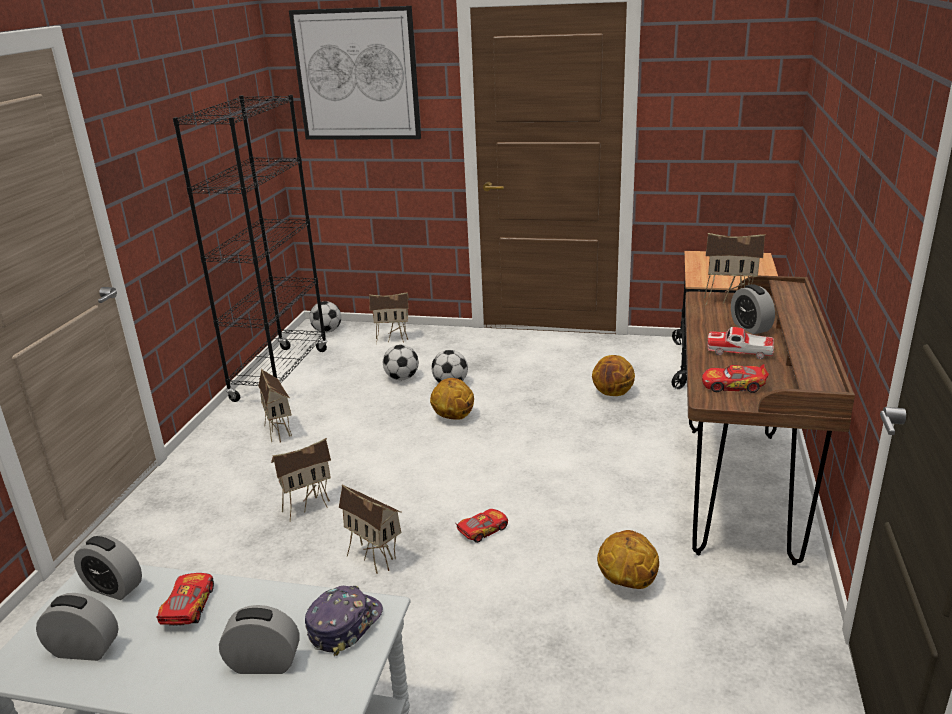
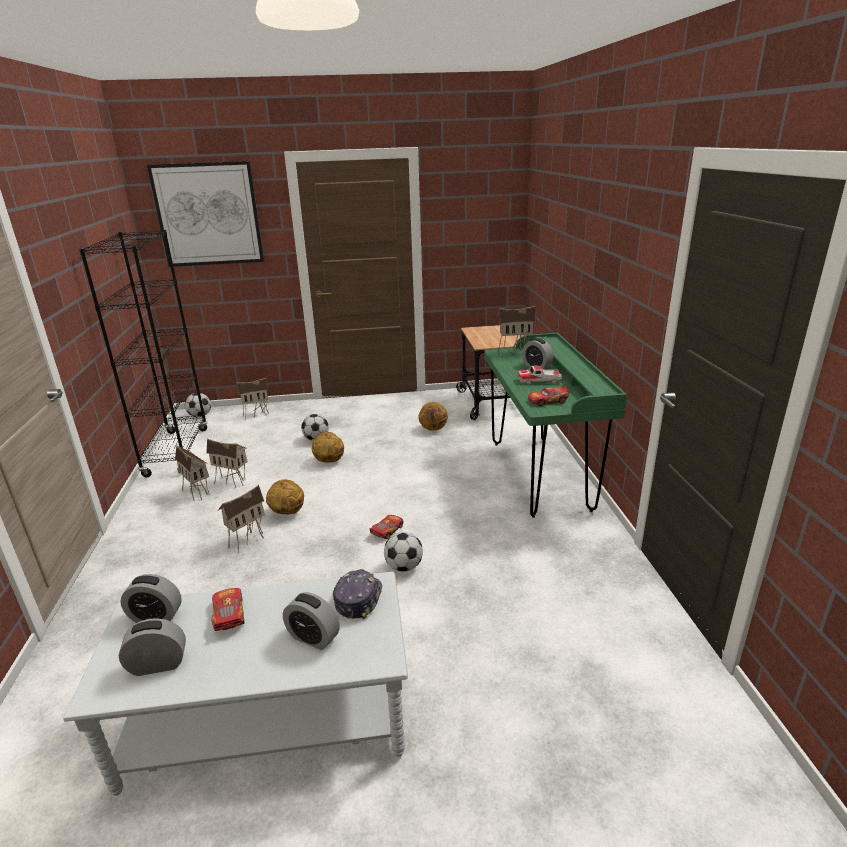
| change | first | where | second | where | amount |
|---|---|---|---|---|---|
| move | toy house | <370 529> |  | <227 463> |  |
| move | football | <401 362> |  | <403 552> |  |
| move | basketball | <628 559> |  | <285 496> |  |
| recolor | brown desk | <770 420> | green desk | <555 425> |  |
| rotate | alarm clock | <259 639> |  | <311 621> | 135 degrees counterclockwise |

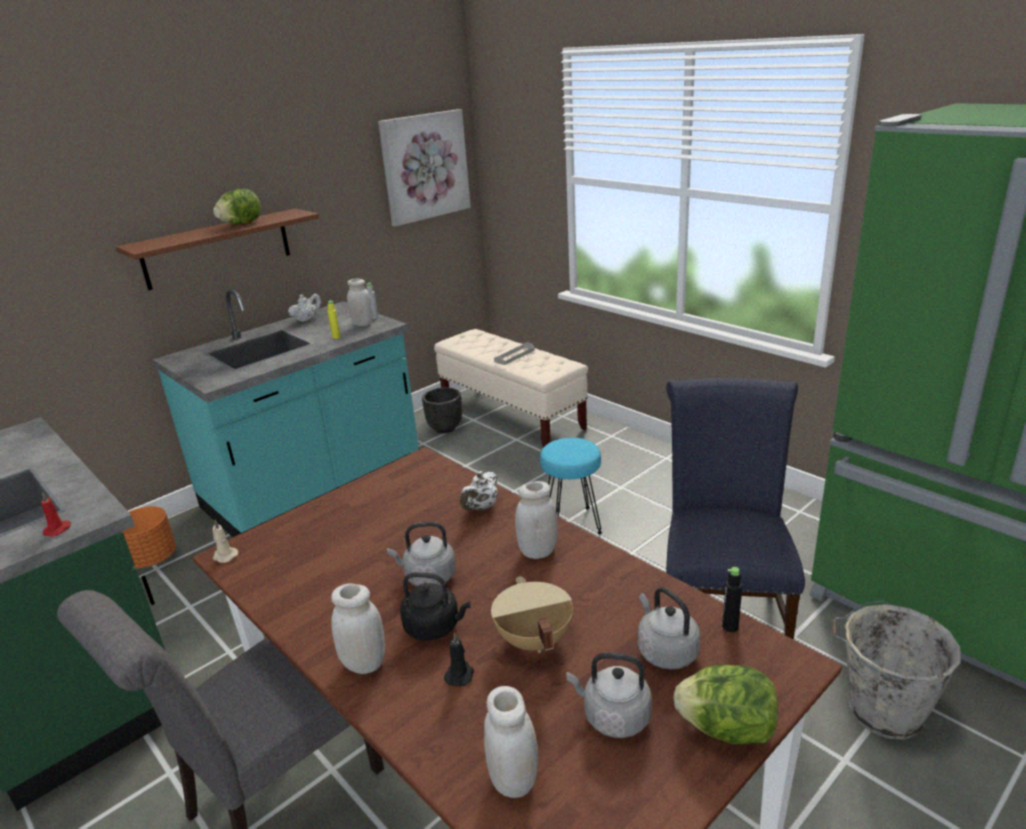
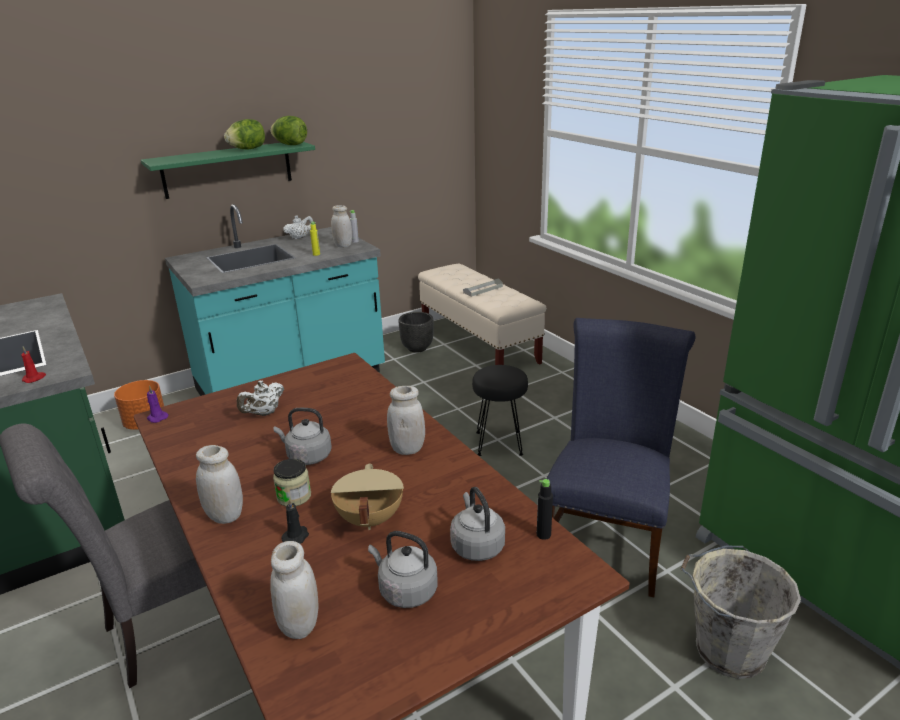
| change | first | where | second | where | amount |
|---|---|---|---|---|---|
| delete | picture | <424 168> |  |  |  |
| move | white teapot | <479 491> |  | <260 398> |  |
| move | lettuce | <725 704> |  | <288 130> |  |
| replace | black kettle | <435 606> | jar | <292 483> |  |
| recolor | brown shelf | <217 249> | green shelf | <228 170> |  |
| recolor | beige candle | <225 541> | purple candle | <157 404> |  |
| recolor | turquoise stool | <571 486> | black stool | <500 410> |  |

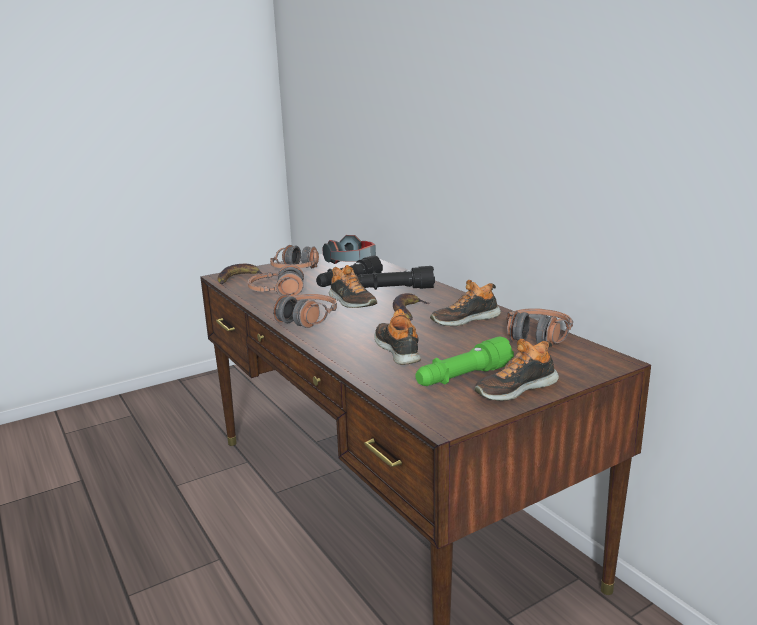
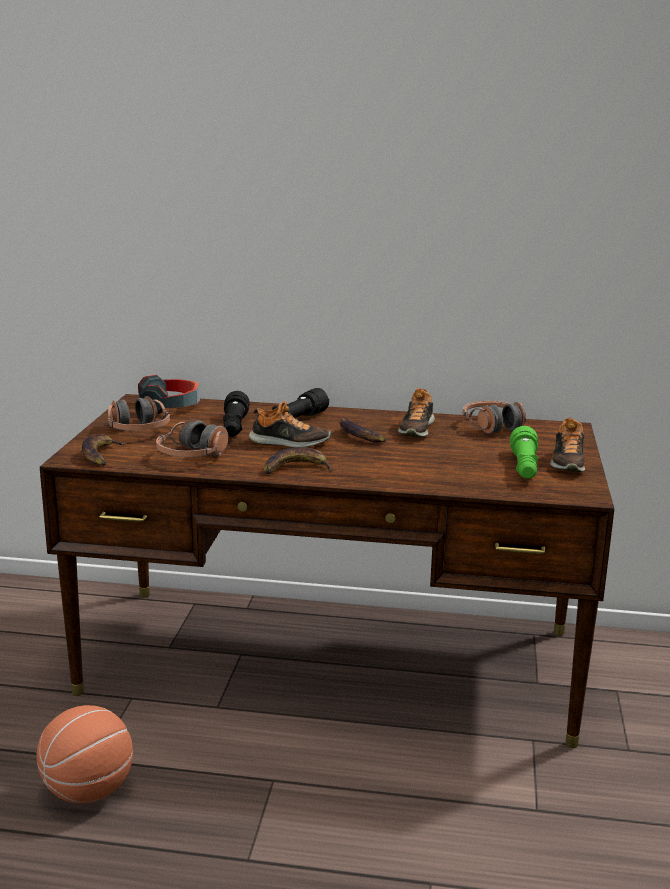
| change | first | where | second | where | amount |
|---|---|---|---|---|---|
| delete | shoe | <398 337> |  |  |  |
| insert |  |  | basketball | <85 754> |  |
| replace | headphones | <305 311> | banana | <298 460> |  |

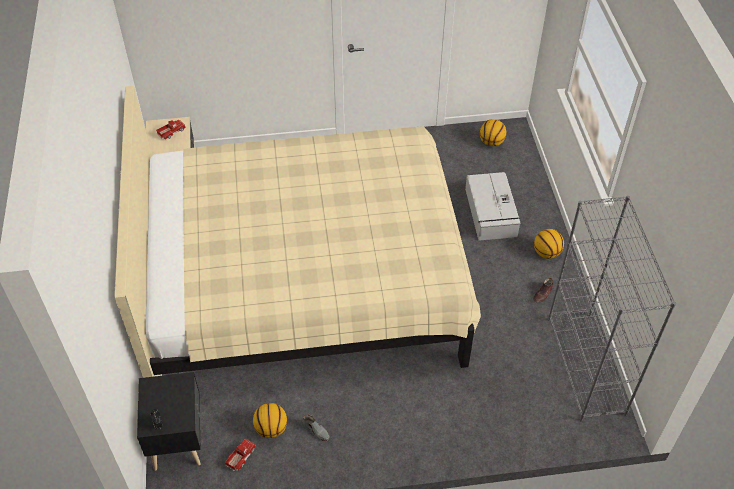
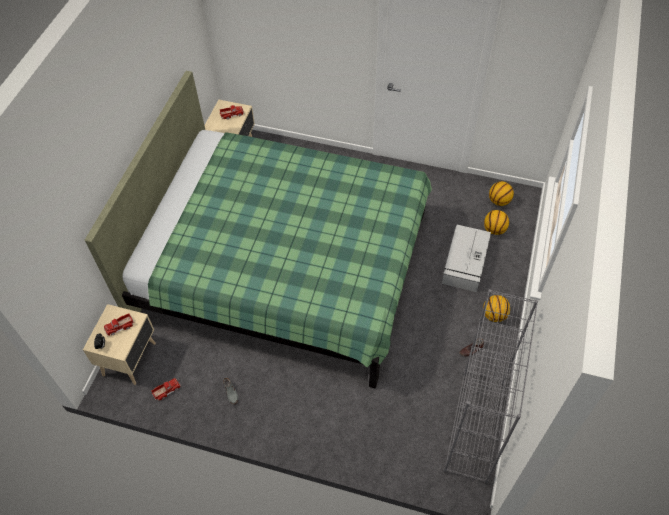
| change | first | where | second | where | amount |
|---|---|---|---|---|---|
| insert |  |  | toy truck | <119 324> |  |
| move | basketball | <270 420> |  | <496 222> |  |
| recolor | beige bed | <297 232> | green bed | <258 229> |  |
| recolor | black nightstand | <169 421> | beige nightstand | <119 344> |  |

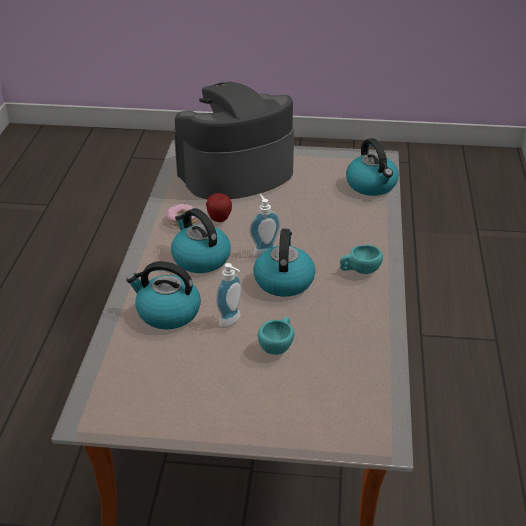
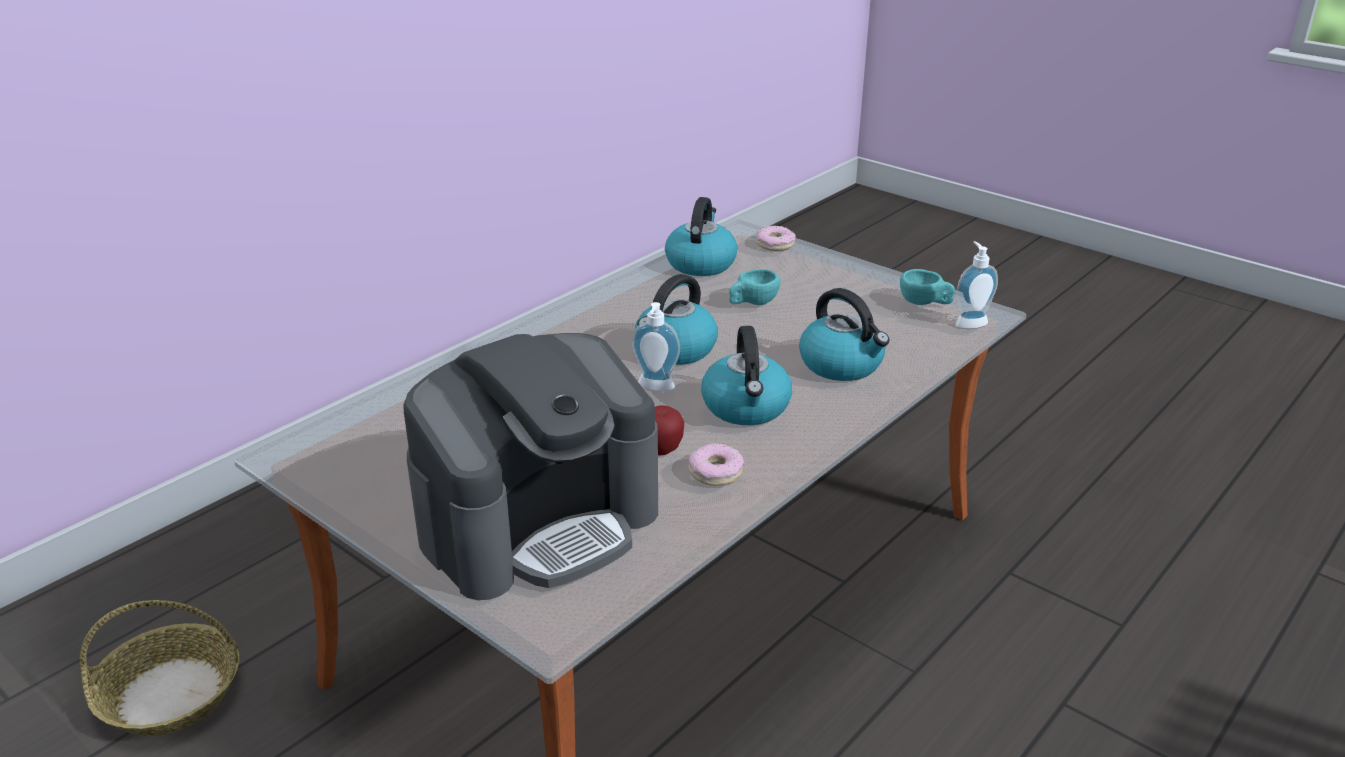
| change | first | where | second | where | amount |
|---|---|---|---|---|---|
| insert |  |  | basket | <160 668> |  |
| insert |  |  | donut | <776 238> |  |
| move | soap dispenser | <229 295> |  | <977 285> |  |
| move | turquoise cup | <361 259> |  | <927 287> |  |
| move | kettle | <372 167> |  | <701 236> |  |
| rotate | coffee machine | <234 140> |  | <531 466> | 45 degrees counterclockwise |

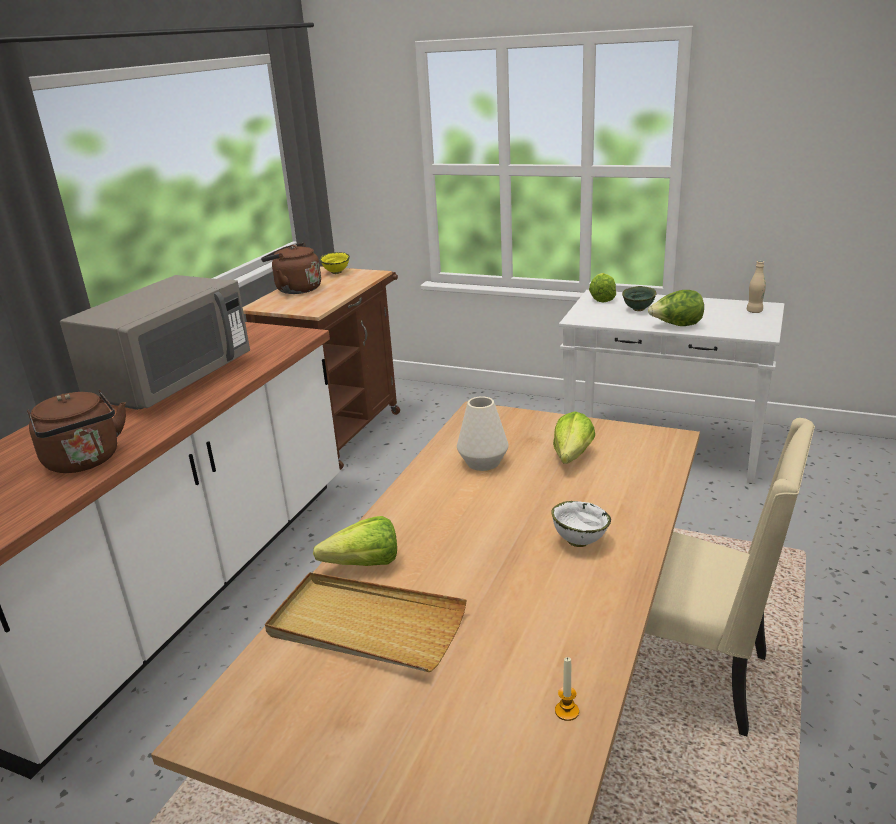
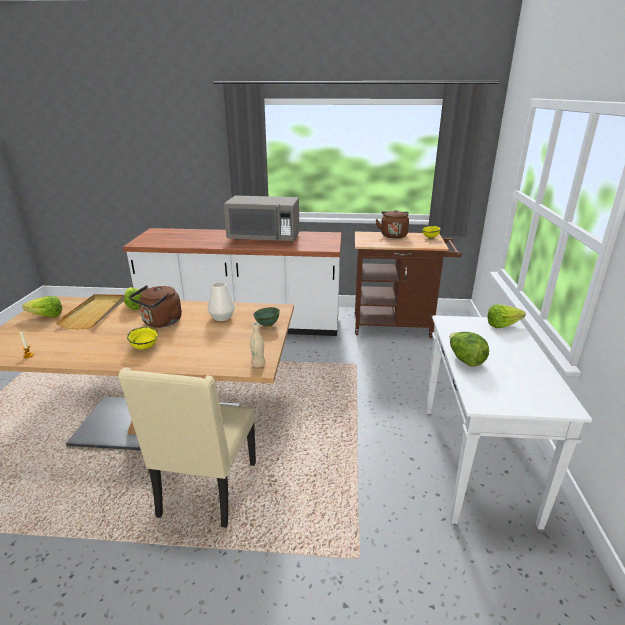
| change | first | where | second | where | amount |
|---|---|---|---|---|---|
| move | brown kettle | <76 431> |  | <155 306> |  |
| move | lettuce | <574 437> |  | <42 307> |  |
| move | green bowl | <639 298> |  | <266 317> |  |
| move | beige bottle | <756 287> |  | <257 344> |  |
| recolor | white bowl | <581 524> | yellow bowl | <142 338> |  |

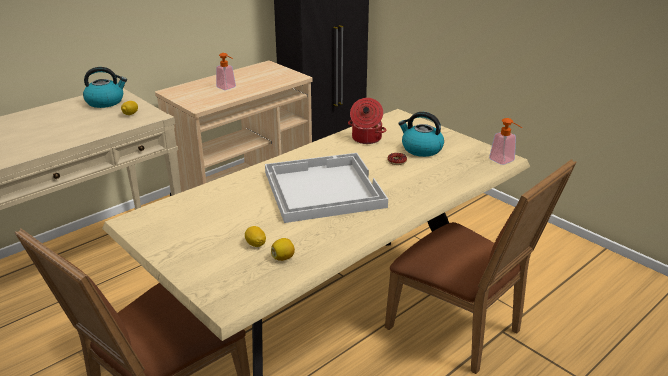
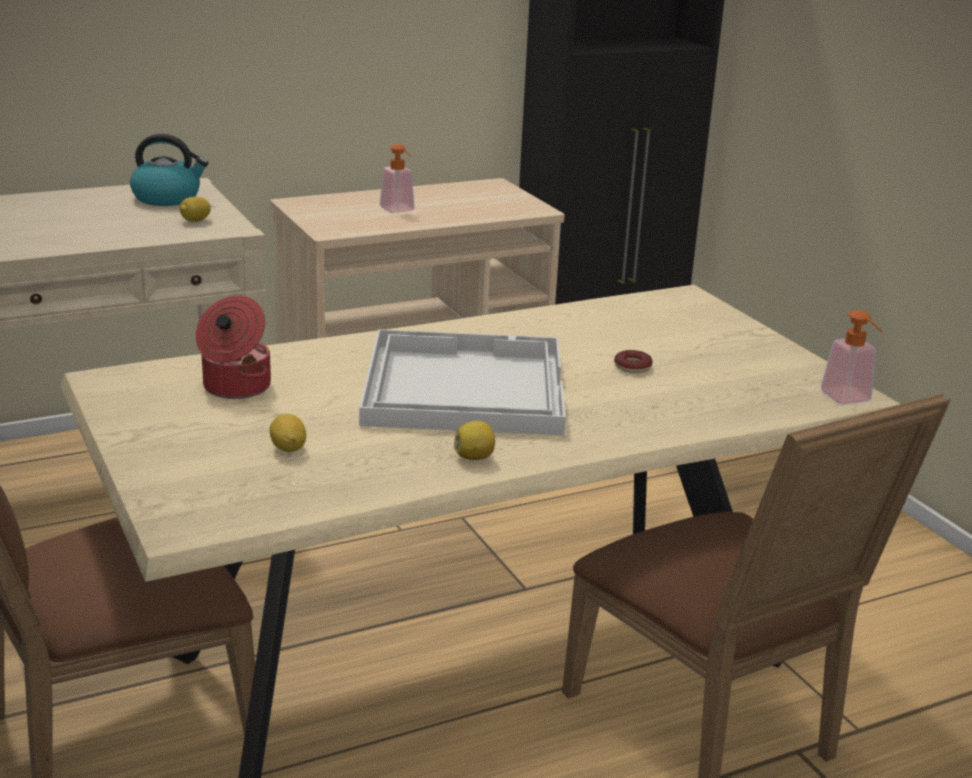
| change | first | where | second | where | amount |
|---|---|---|---|---|---|
| delete | kettle | <421 134> |  |  |  |
| move | lemon | <283 249> |  | <474 440> |  |
| move | cooking pot | <367 121> |  | <233 347> |  |

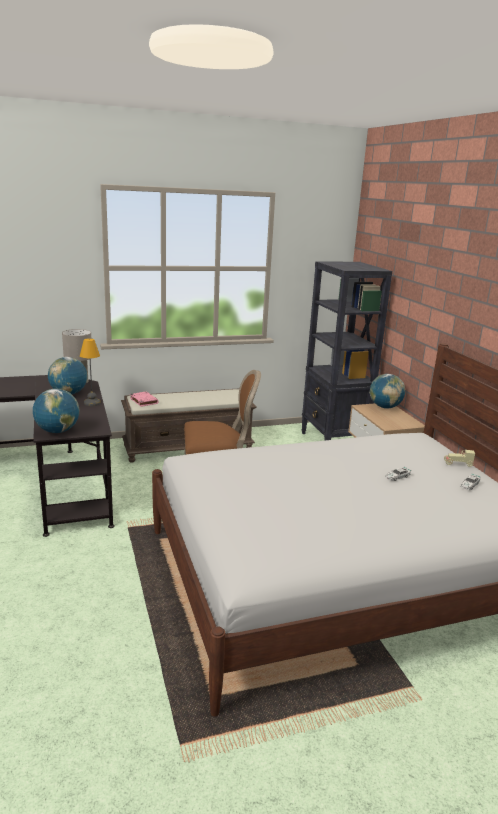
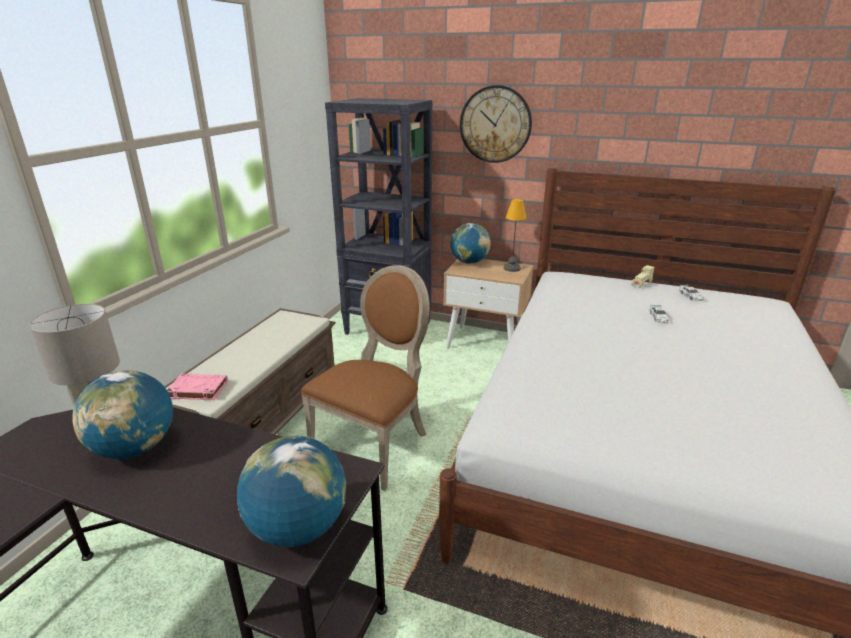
| change | first | where | second | where | amount |
|---|---|---|---|---|---|
| insert |  |  | wall clock | <496 124> |  |
| move | table lamp | <90 372> |  | <515 235> |  |

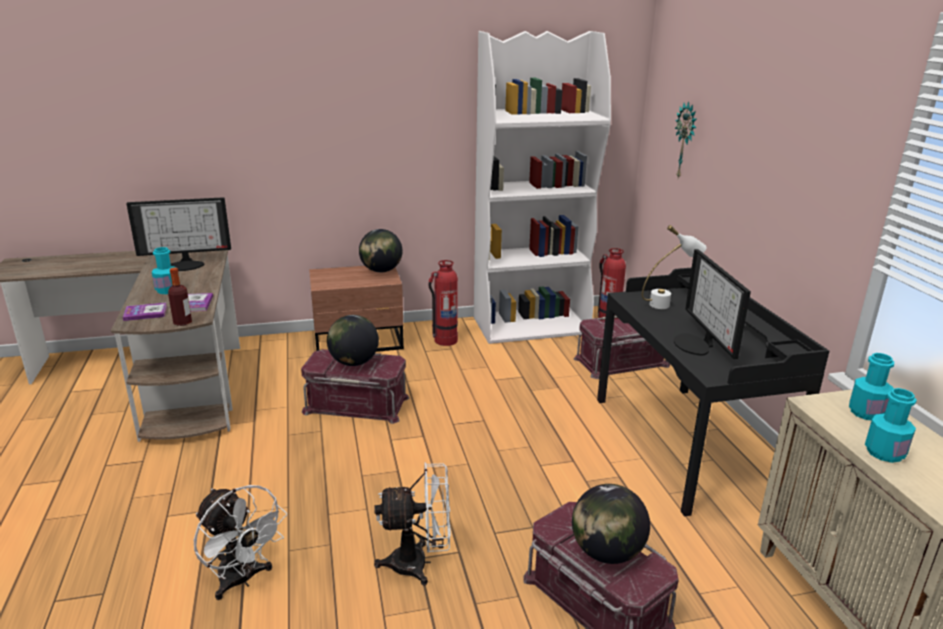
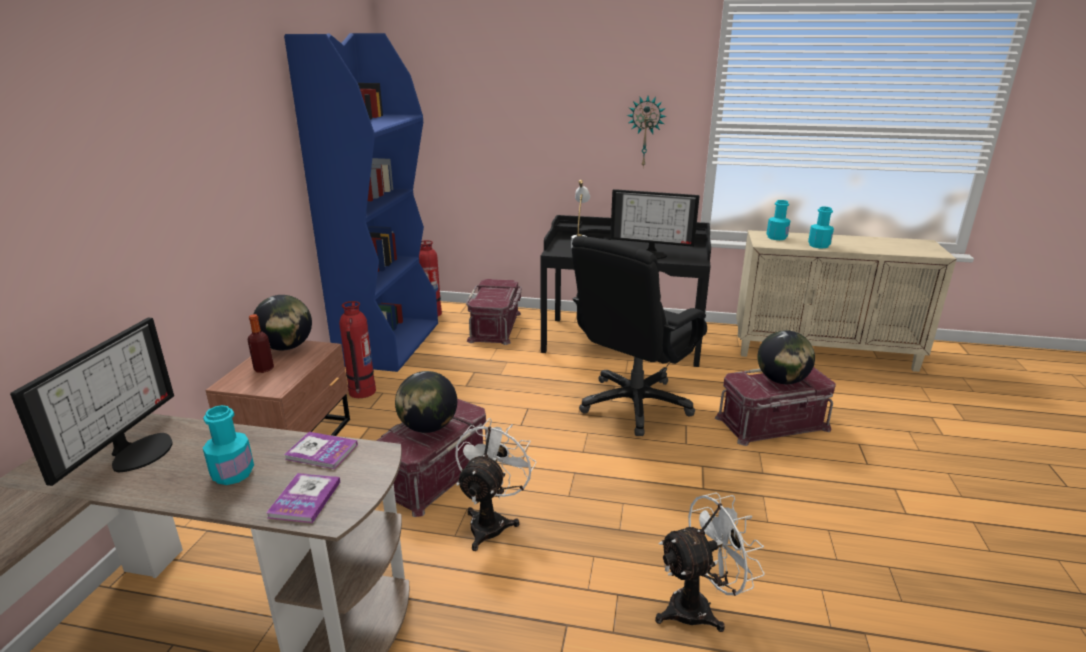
| change | first | where | second | where | amount |
|---|---|---|---|---|---|
| insert |  |  | black office chair | <639 336> |  |
| move | bottle | <180 297> |  | <261 343> |  |
| move | white fan | <412 524> |  | <496 484> |  |
| move | wall clock | <685 140> |  | <647 131> |  |
| recolor | white bookcase | <542 187> | blue bookcase | <361 202> |  |

